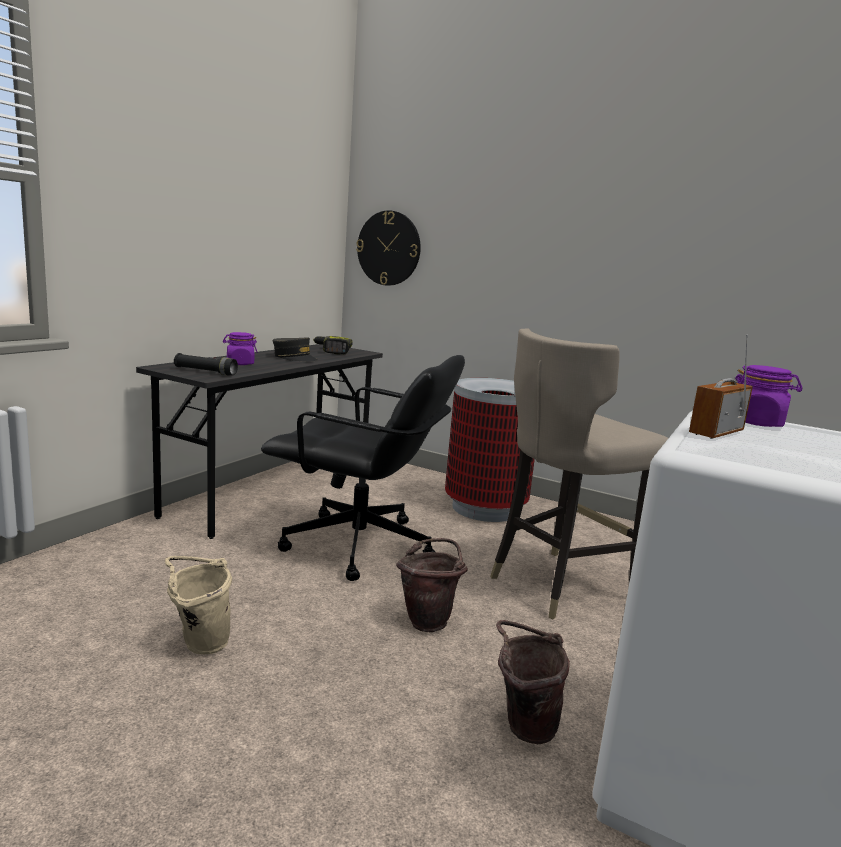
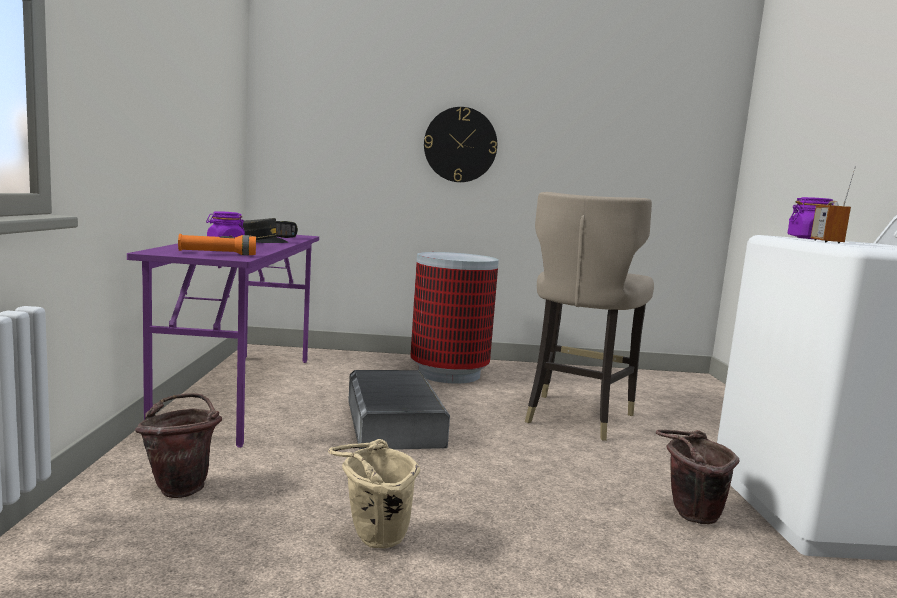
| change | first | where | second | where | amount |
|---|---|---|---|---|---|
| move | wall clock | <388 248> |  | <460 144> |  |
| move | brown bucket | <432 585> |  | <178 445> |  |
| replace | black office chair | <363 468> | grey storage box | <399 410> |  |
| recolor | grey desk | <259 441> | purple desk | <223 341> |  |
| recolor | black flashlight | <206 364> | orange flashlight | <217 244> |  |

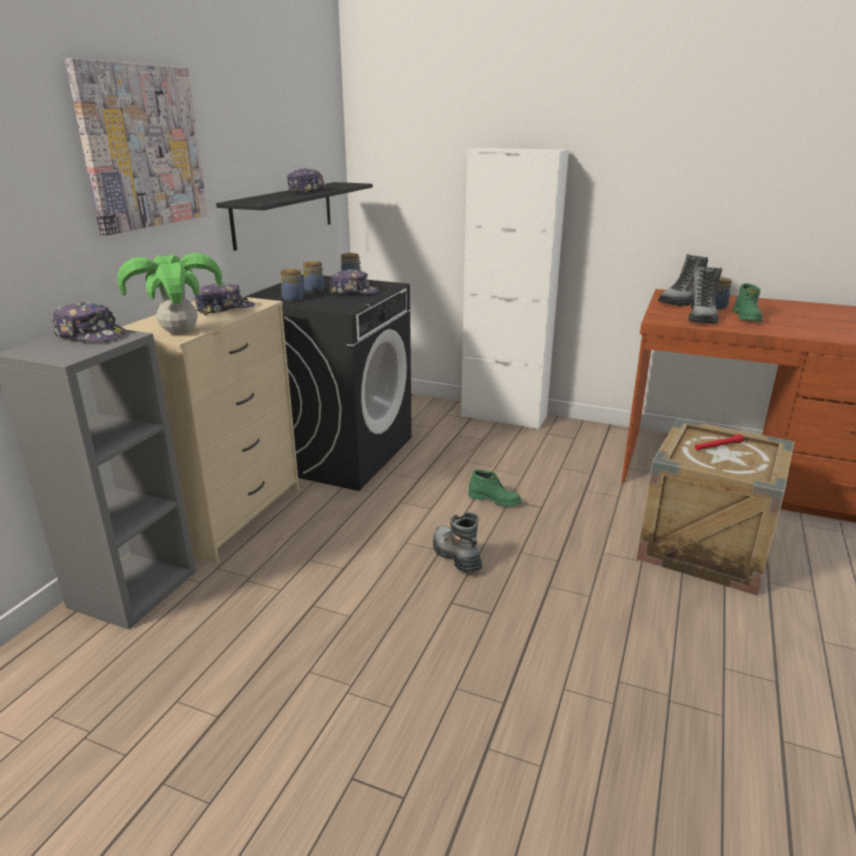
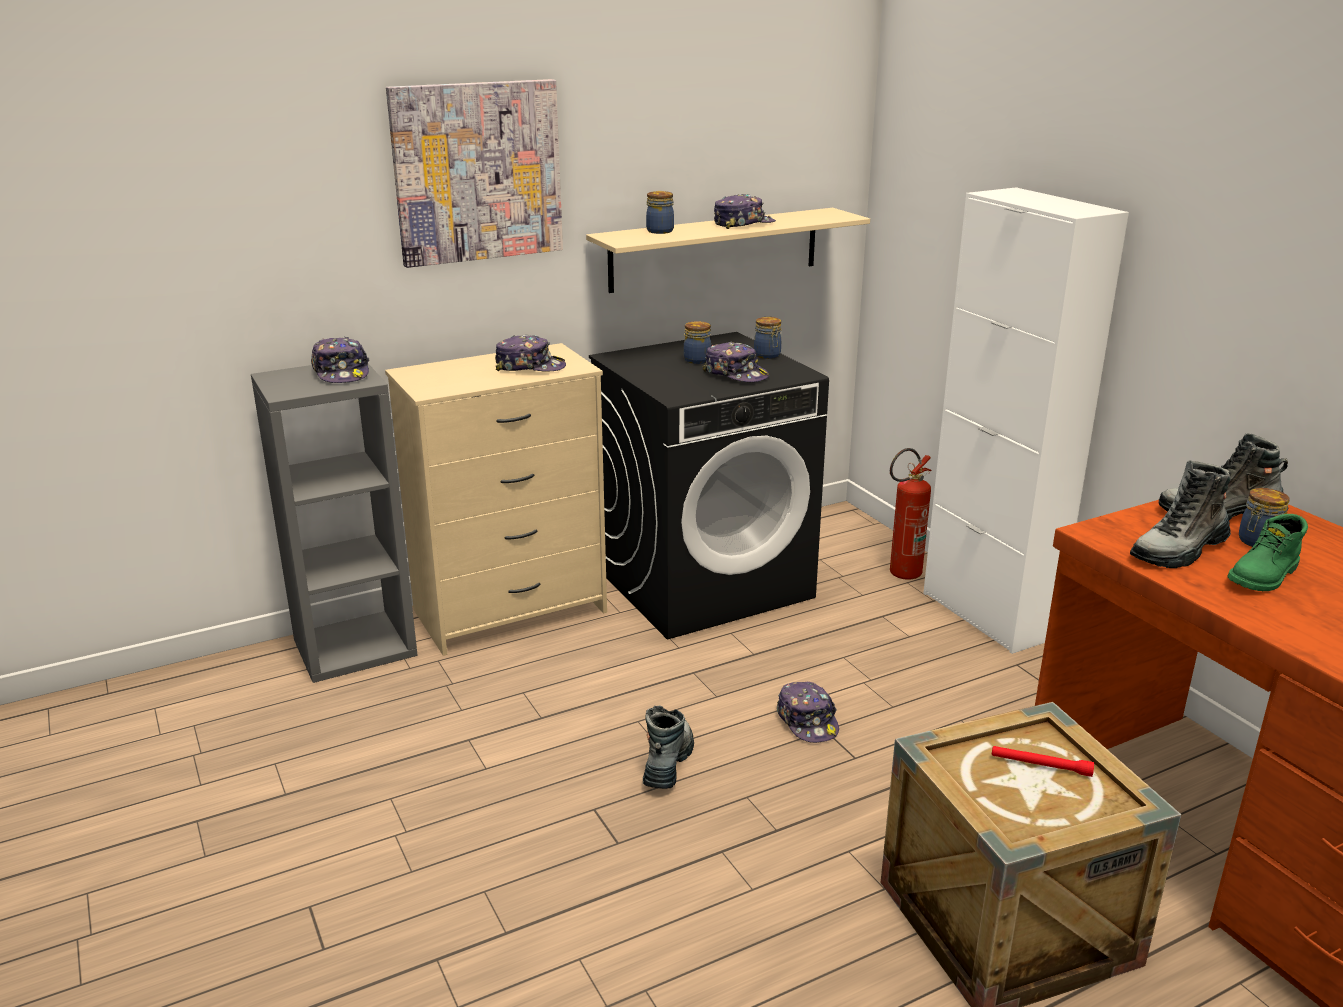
| change | first | where | second | where | amount |
|---|---|---|---|---|---|
| delete | potted plant | <170 293> |  |  |  |
| insert |  |  | fire extinguisher | <911 514> |  |
| move | jar | <292 285> |  | <660 212> |  |
| replace | green boot | <495 488> | cap | <808 712> |  |
| recolor | black shelf | <294 216> | beige shelf | <728 250> |  |

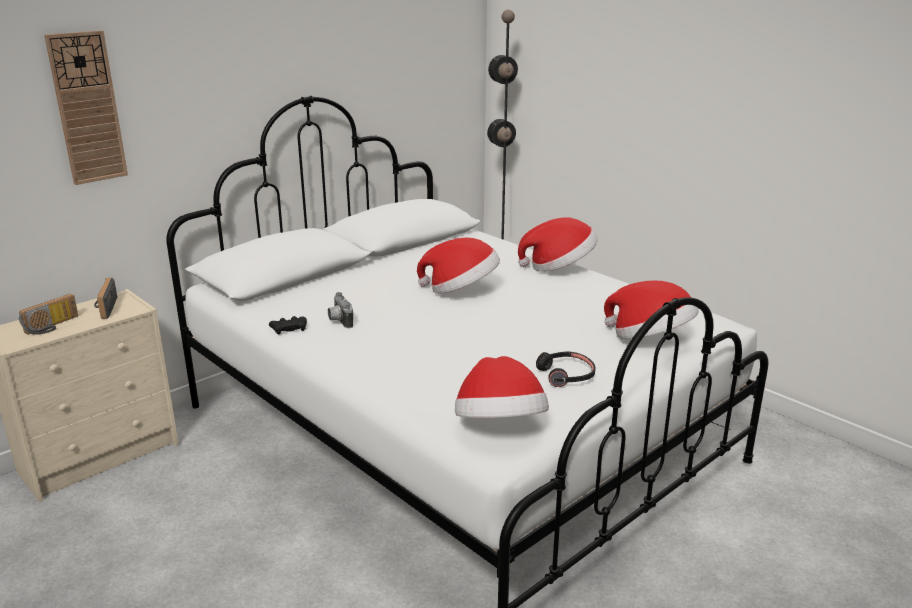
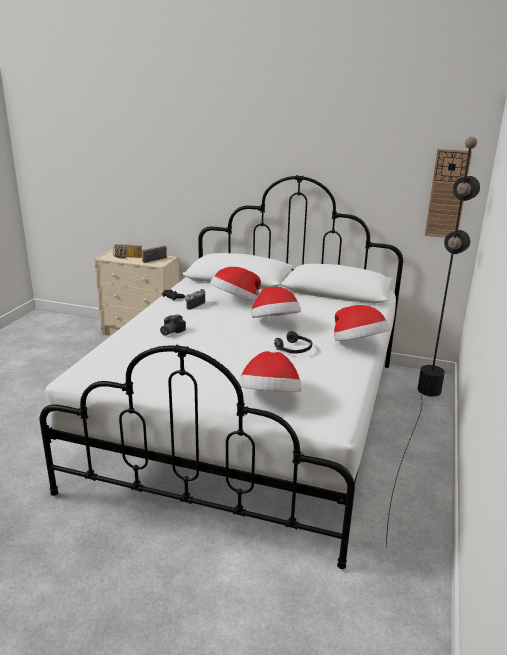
| change | first | where | second | where | amount |
|---|---|---|---|---|---|
| insert |  |  | photo camera | <173 325> |  |
| move | wall clock | <86 107> |  | <448 193> |  |
| move | hat | <502 387> |  | <235 284> |  |
| move | black headphones | <565 369> |  | <293 342> |  |

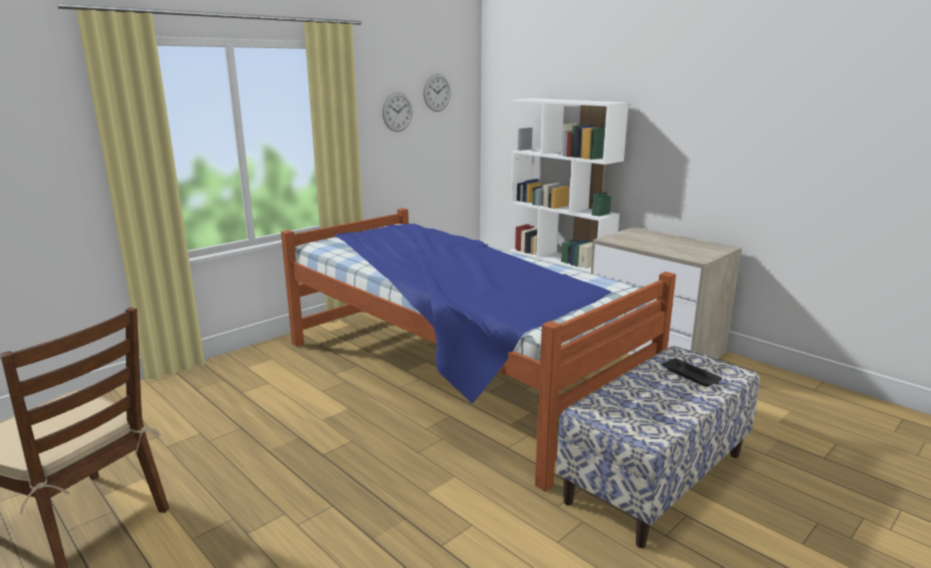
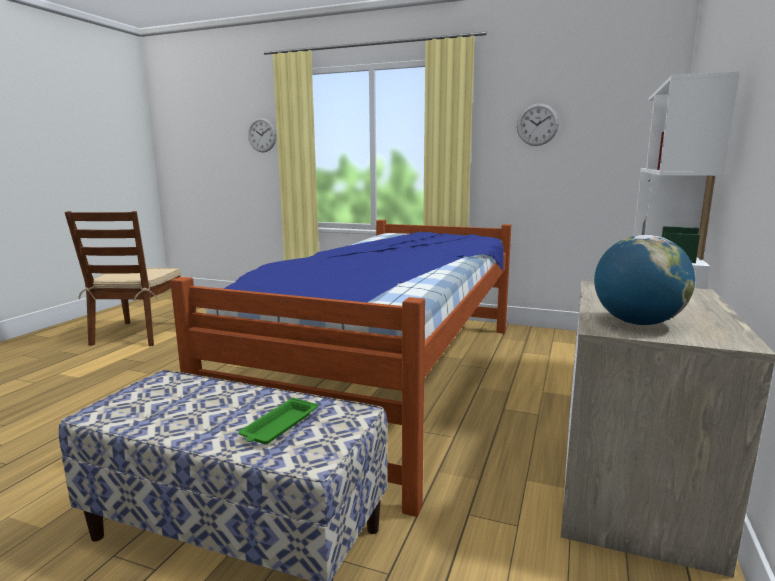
| change | first | where | second | where | amount |
|---|---|---|---|---|---|
| insert |  |  | globe | <644 280> |  |
| move | wall clock | <437 93> |  | <262 135> |  |
| recolor | black tray | <692 372> | green tray | <278 420> |  |

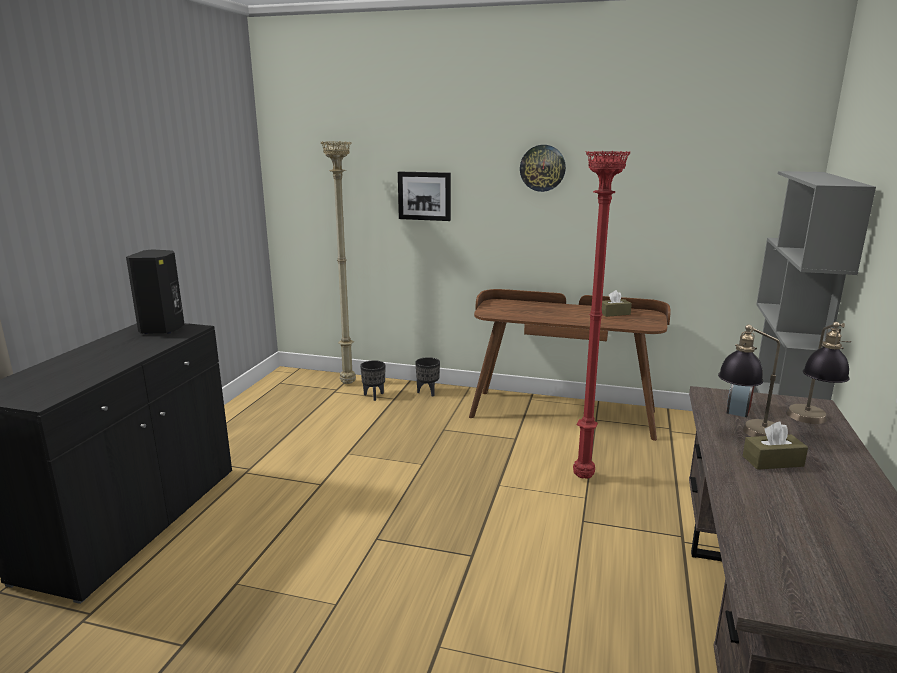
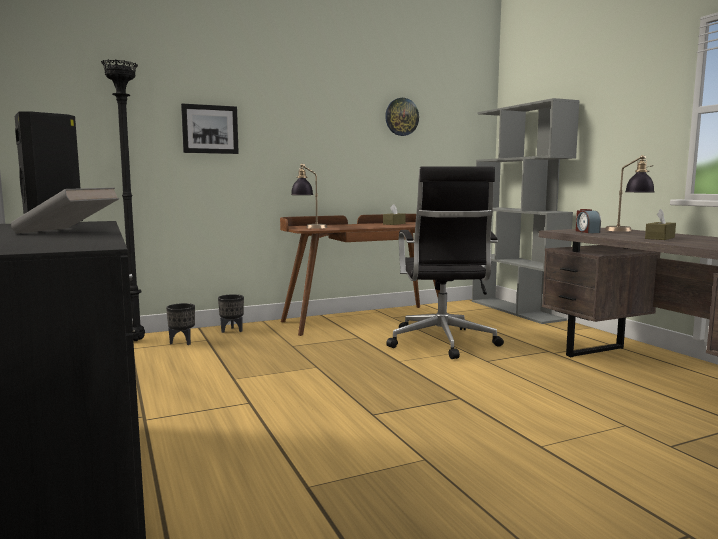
| change | first | where | second | where | amount |
|---|---|---|---|---|---|
| insert |  |  | grey book | <65 211> |  |
| move | wall clock | <543 168> |  | <402 117> |  |
| move | table lamp | <749 380> |  | <309 196> |  |
| replace | red floor lamp | <601 315> | black office chair | <445 262> |  |
| recolor | beige floor lamp | <338 262> | black floor lamp | <123 200> |  |

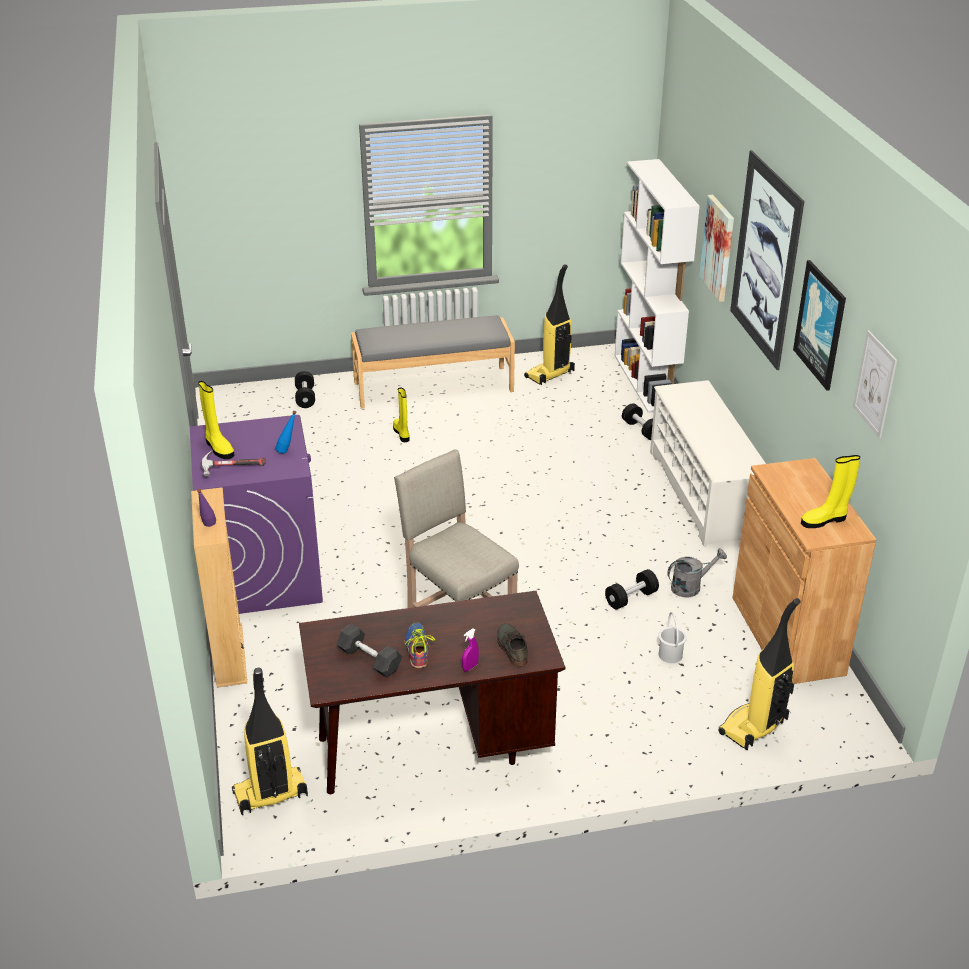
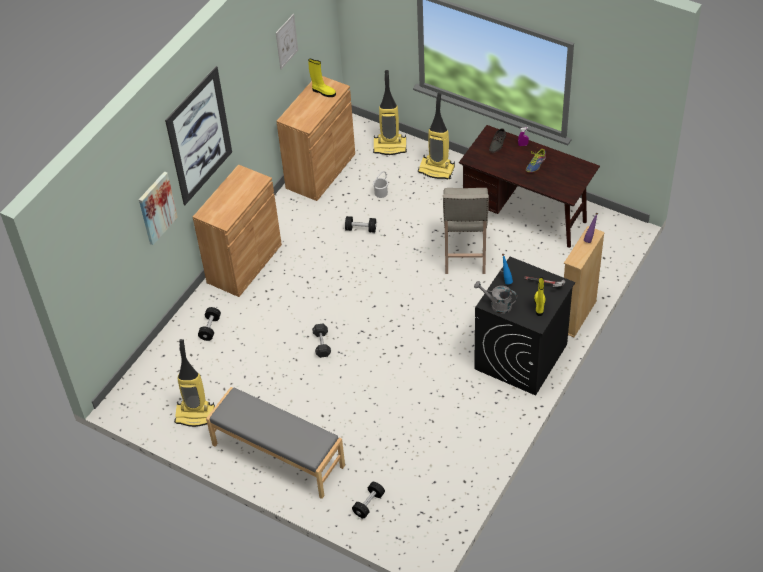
| change | first | where | second | where | amount |
|---|---|---|---|---|---|
| delete | yellow boot | <401 415> |  |  |  |
| delete | white bookcase | <657 286> |  |  |  |
| delete | picture | <819 325> |  |  |  |
| move | vacuum cleaner | <270 741> |  | <436 136> |  |
| move | grey dumbbell | <369 651> |  | <321 341> |  |
| move | grey watering can | <697 573> |  | <495 297> |  |
| replace | white shoe rack | <708 463> | brown cabinet | <237 230> |  |
| recolor | purple washing machine | <256 514> | black washing machine | <524 326> |  |

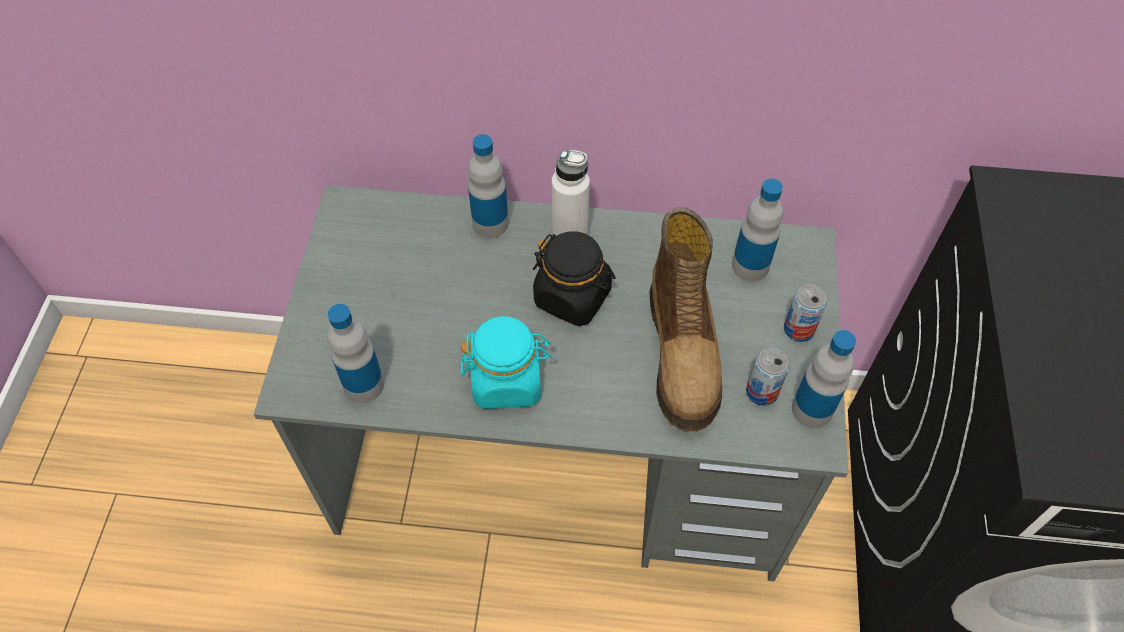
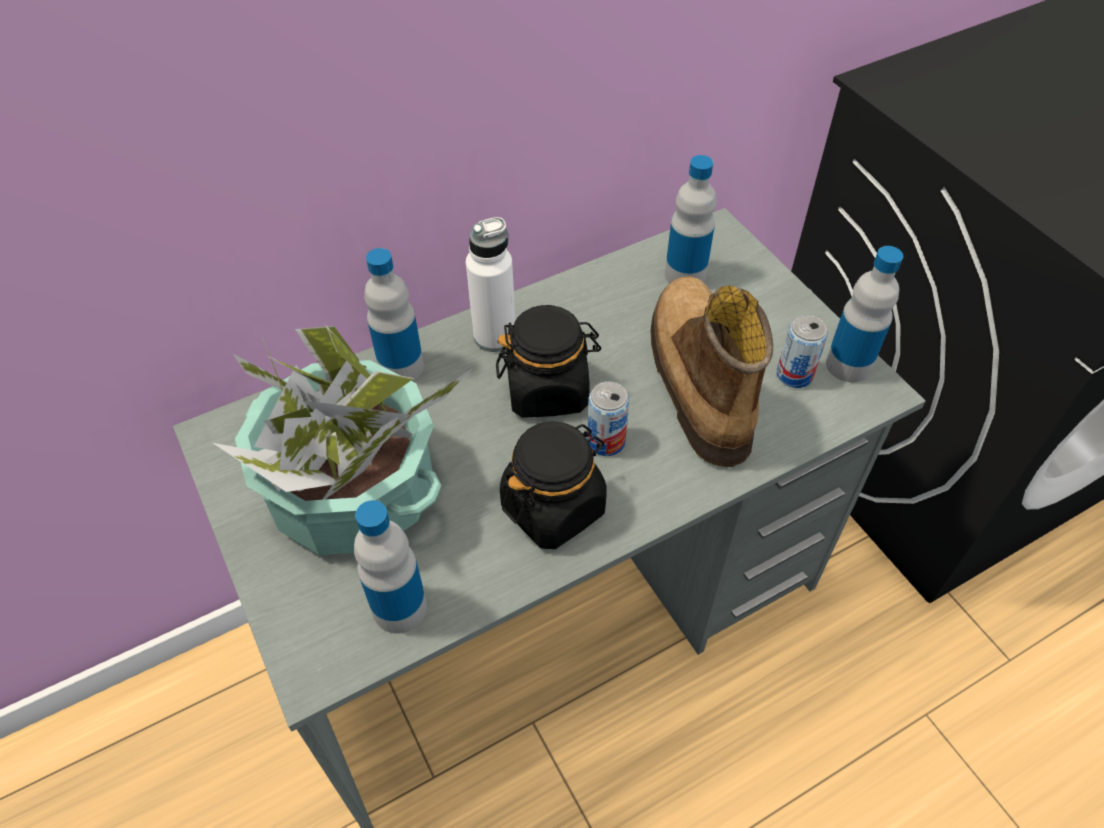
| change | first | where | second | where | amount |
|---|---|---|---|---|---|
| insert |  |  | potted plant | <342 440> |  |
| move | can | <805 313> |  | <608 418> |  |
| recolor | turquoise jar | <506 362> | black jar | <553 485> |  |
| rotate | boot | <685 319> |  | <711 371> | 150 degrees counterclockwise |

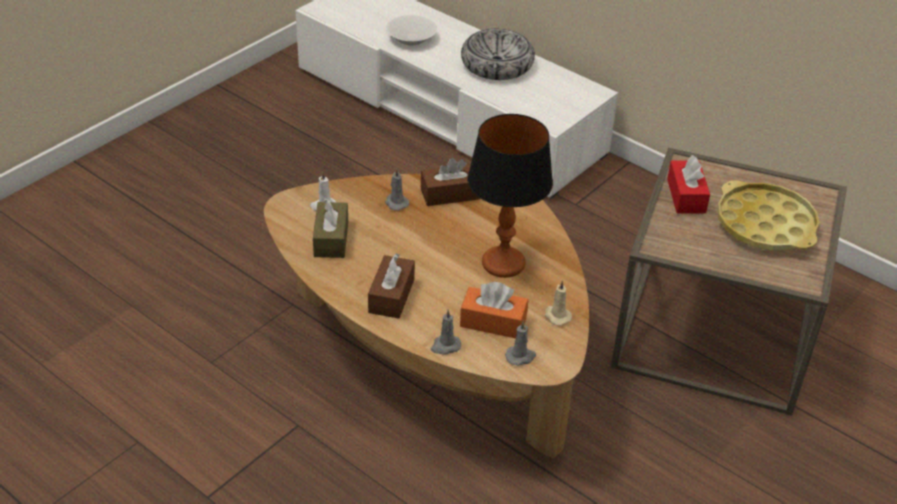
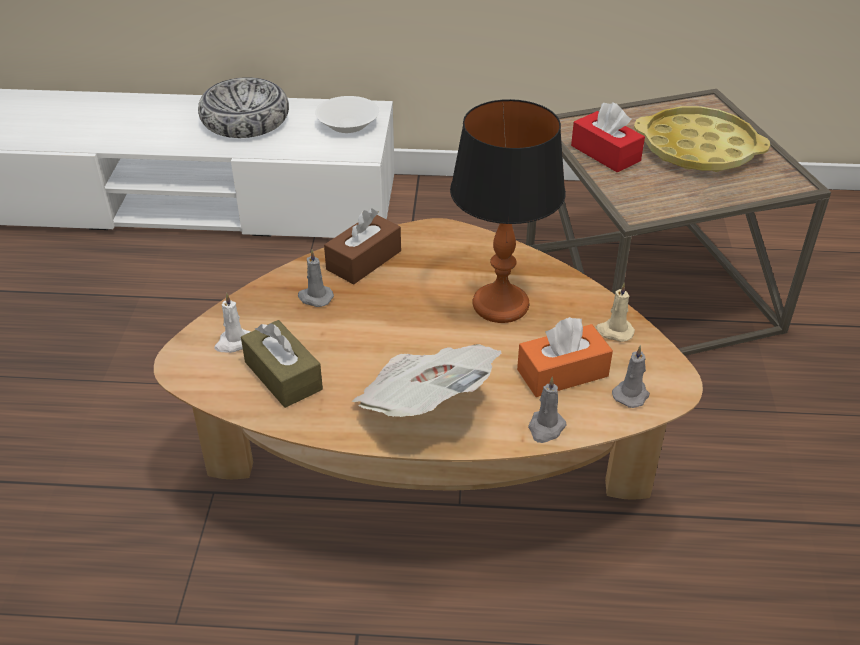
| change | first | where | second | where | amount |
|---|---|---|---|---|---|
| move | white bowl | <411 30> |  | <347 114> |  |
| replace | brown tissue box | <391 286> | newspaper | <427 380> |  |

